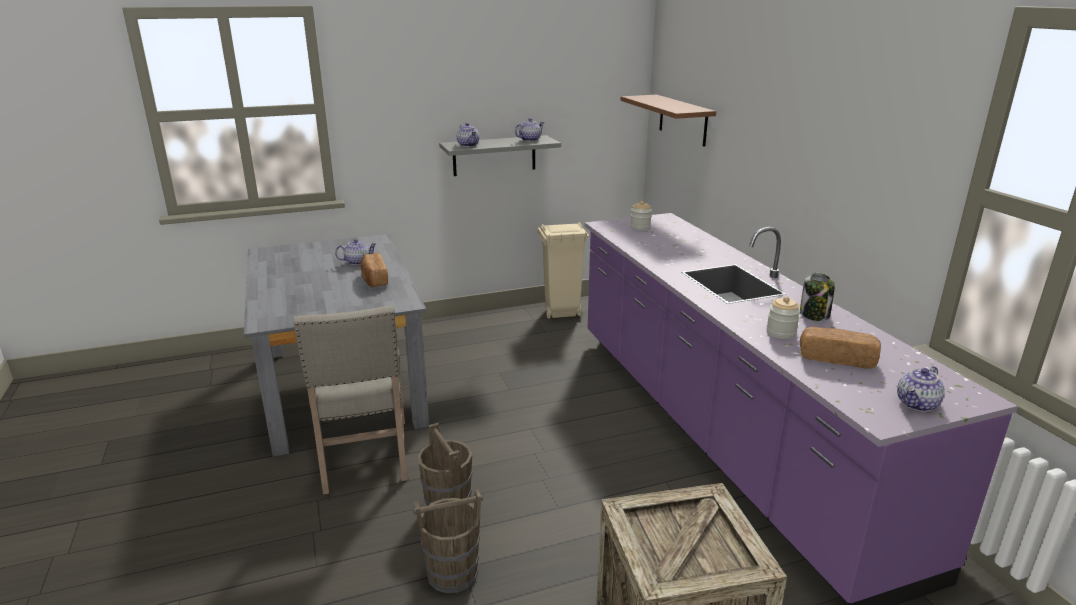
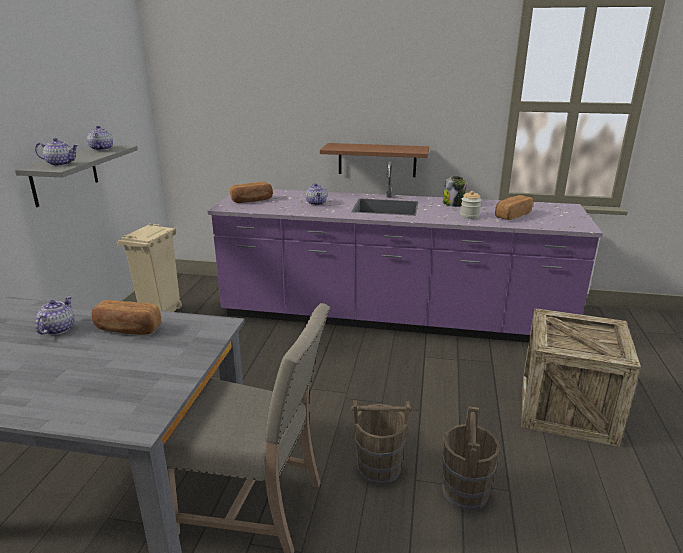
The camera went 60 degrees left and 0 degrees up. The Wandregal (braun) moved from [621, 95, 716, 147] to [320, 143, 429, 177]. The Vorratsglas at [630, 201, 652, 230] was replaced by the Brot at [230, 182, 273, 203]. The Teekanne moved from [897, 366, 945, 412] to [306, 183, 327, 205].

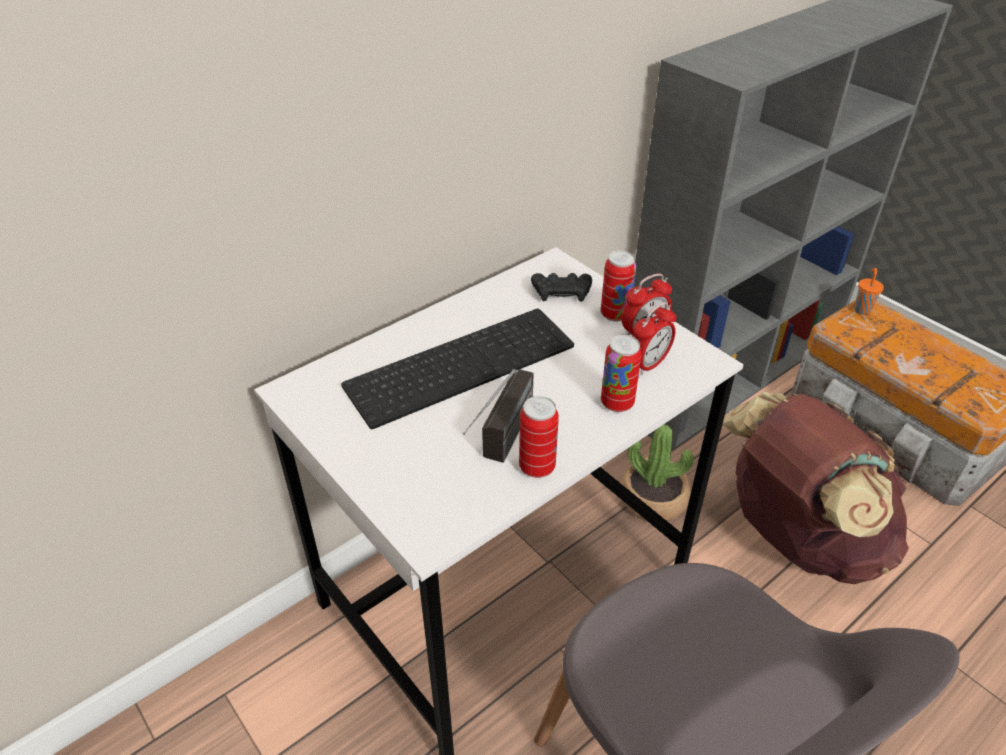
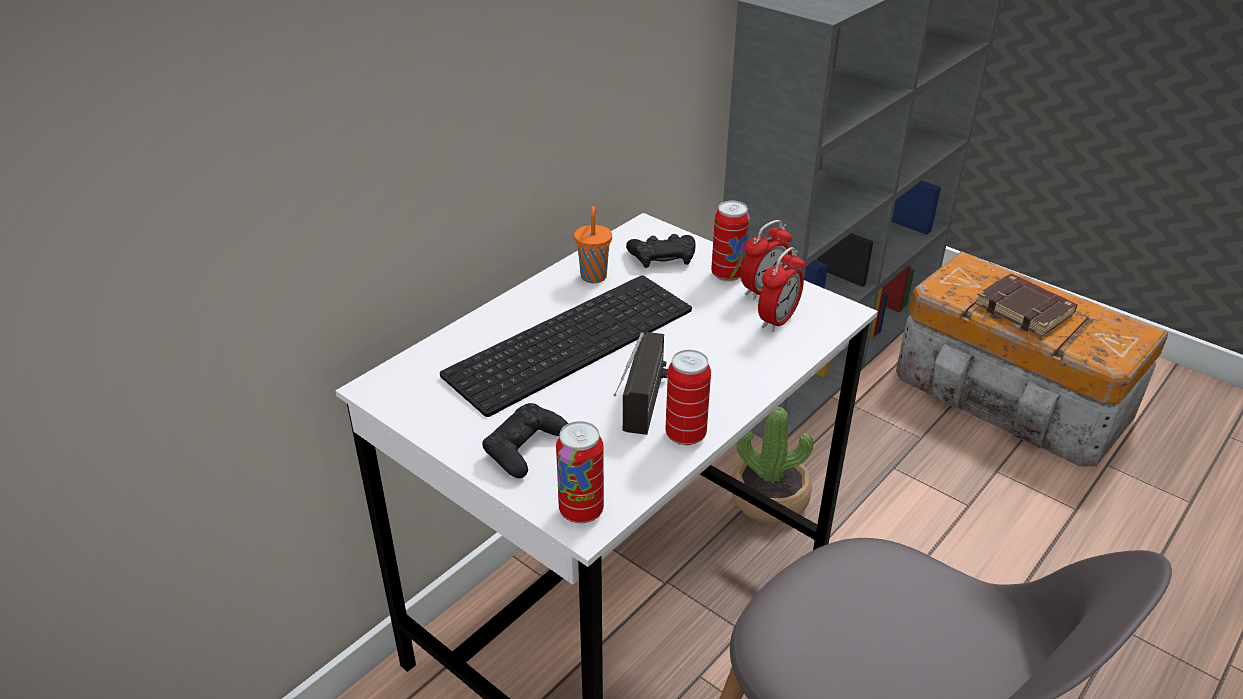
The camera went 10 degrees left and 5 degrees down. The Dose moved from [601, 335, 642, 412] to [556, 421, 604, 523]. The Rucksack (braun) at [723, 392, 909, 584] disappeared. The Tasse (orange) moved from [854, 268, 884, 315] to [574, 206, 612, 283]. The Gamepad (schwarz) at [482, 403, 568, 478] appeared. The Buch (braun) at [975, 274, 1077, 337] appeared.

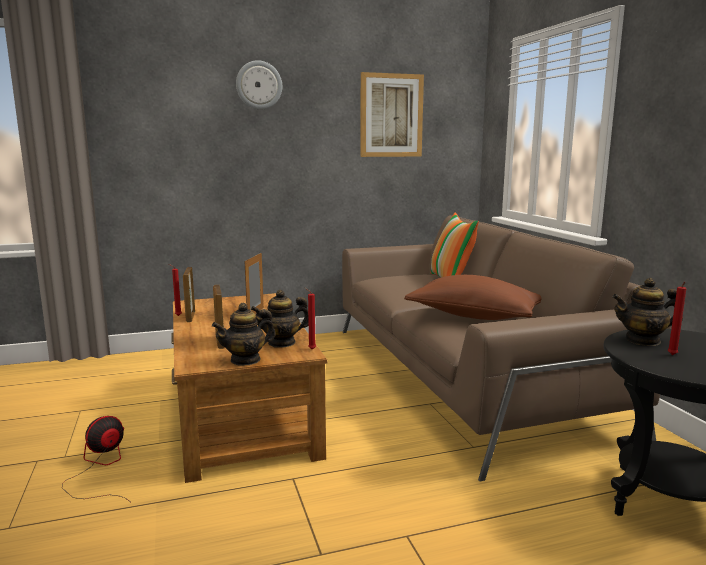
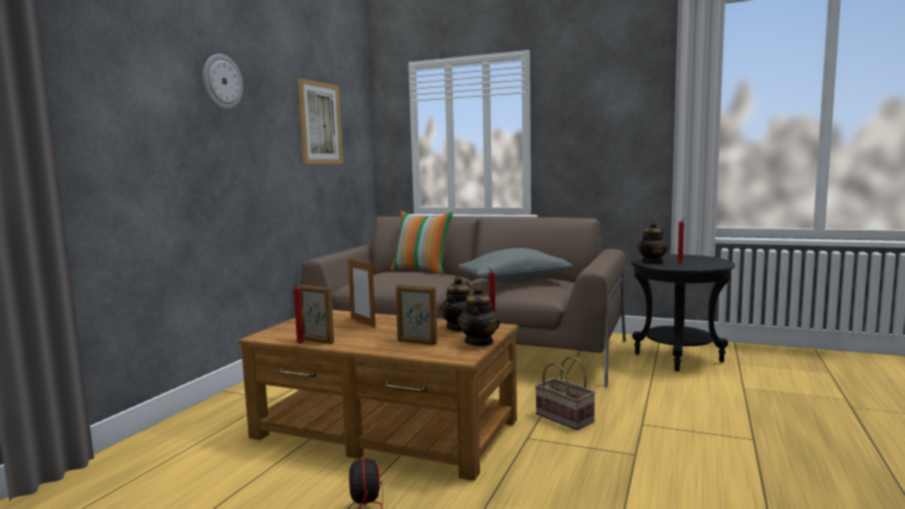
The camera went 50 degrees left and 5 degrees down. The Kissen (braun) at [404, 275, 541, 320] became the Kissen (grau) at [458, 248, 573, 283]. The Korb at [535, 356, 596, 430] appeared.

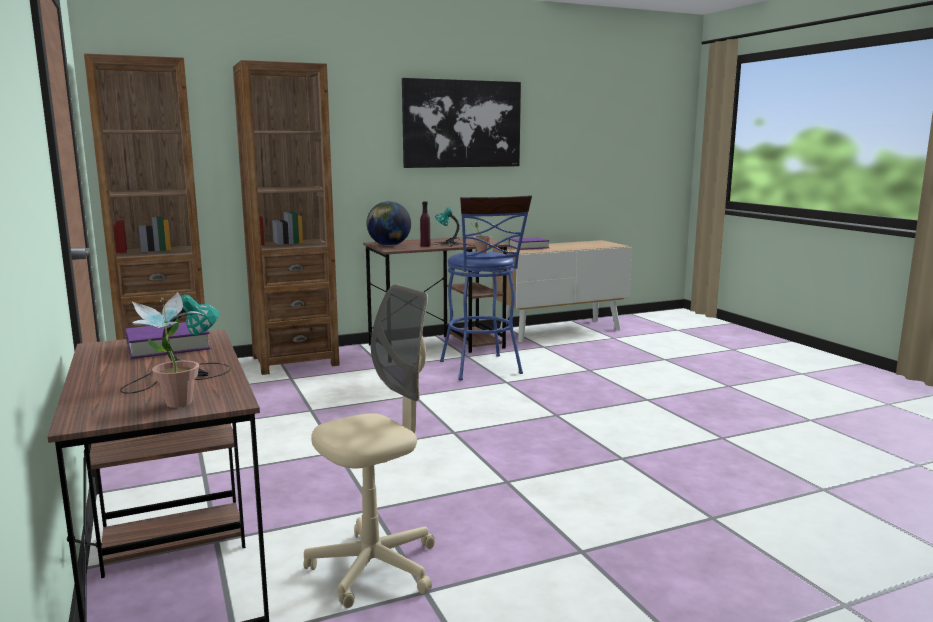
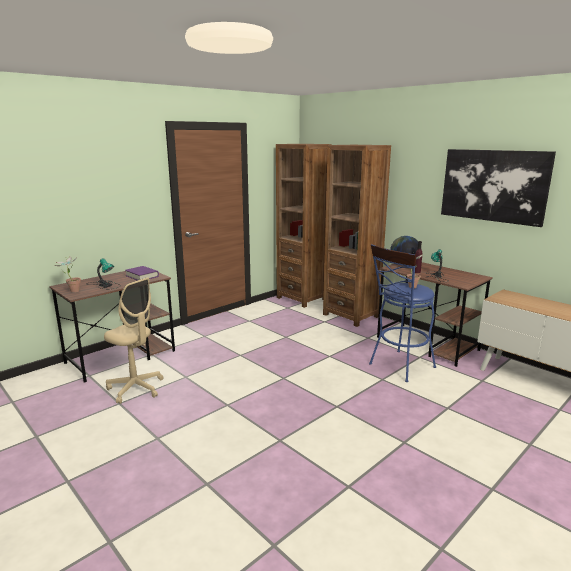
The camera went 70 degrees right and 5 degrees up. The Buch (lila) at [509, 237, 550, 250] disappeared.

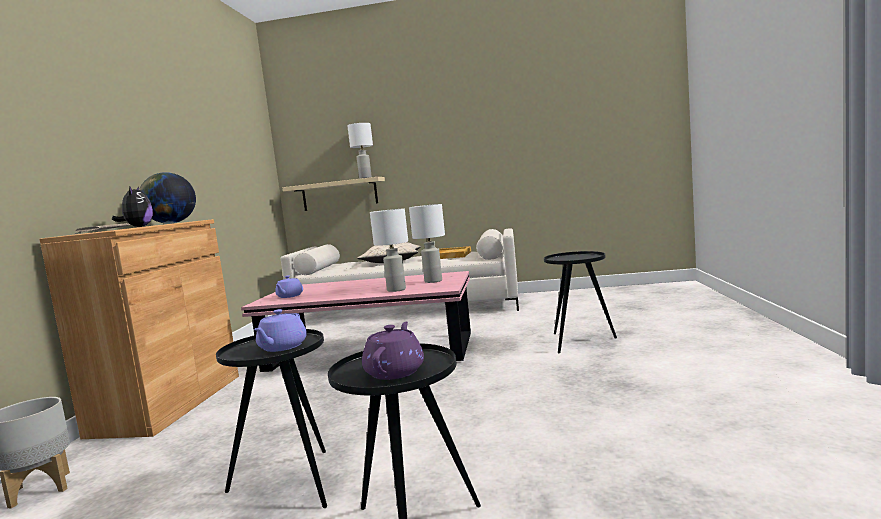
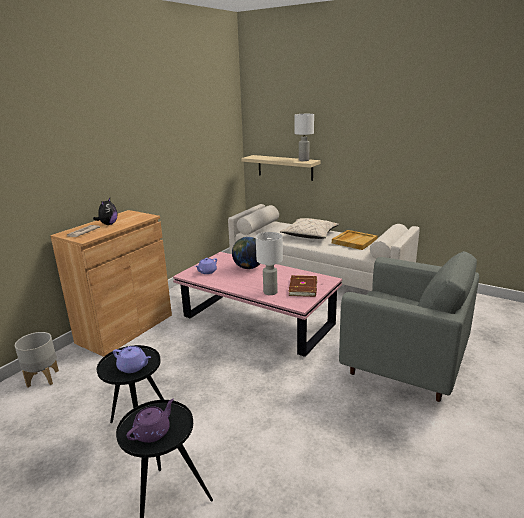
The camera went 25 degrees right and 15 degrees up. The Globus moved from [139, 172, 196, 224] to [232, 237, 260, 269]. The Teekanne (lila) at [254, 309, 307, 352] turned 105 degrees counterclockwise. The Tischlampe (weiß) at [409, 204, 445, 283] was replaced by the Buch (braun) at [289, 275, 317, 297]. The Beistelltisch (schwarz) at [544, 251, 617, 353] was replaced by the Sessel (grau) at [339, 251, 479, 402].

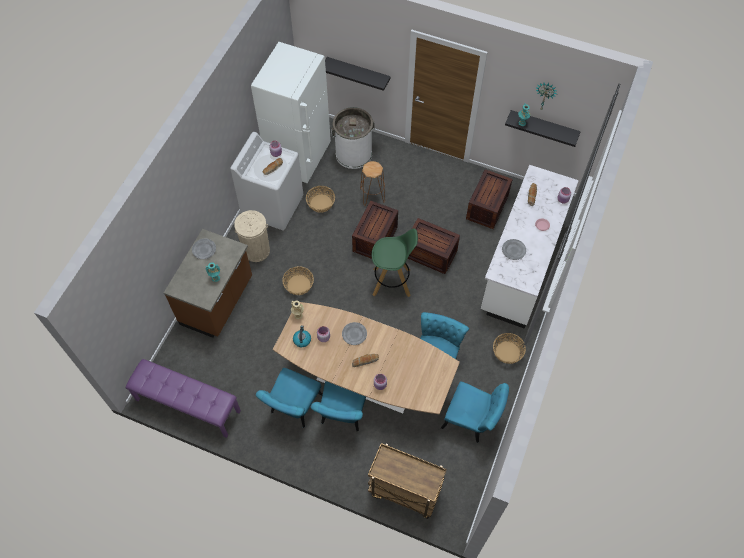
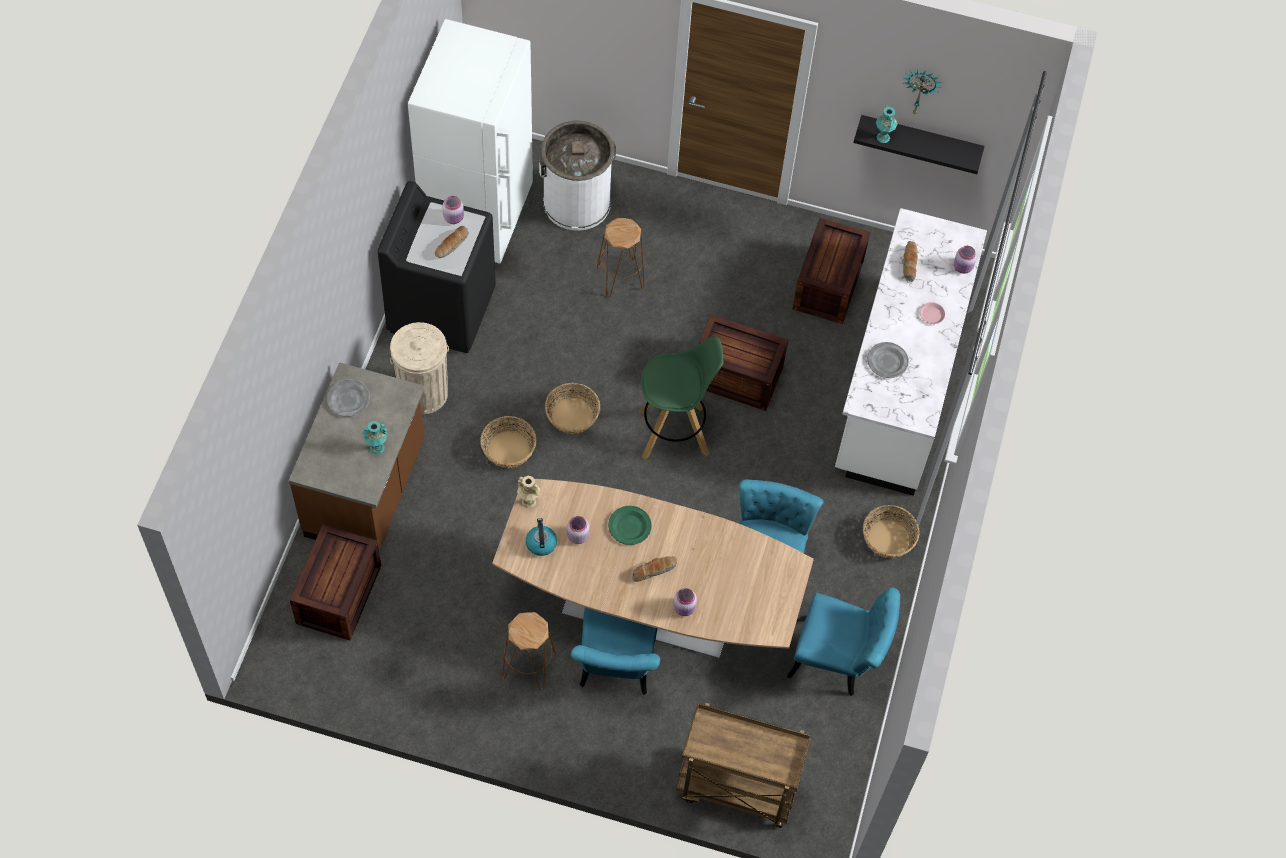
The camera went 10 degrees left and 0 degrees up. The Bank (lila) at [126, 359, 241, 438] disappeared. The Waschmaschine (weiß) at [230, 132, 303, 231] became the Waschmaschine (schwarz) at [377, 181, 496, 353]. The Stuhl (türkis) at [256, 368, 323, 428] was replaced by the Hocker (braun) at [502, 612, 556, 691]. The Korb moved from [306, 186, 335, 213] to [545, 383, 600, 434]. The Wandregal (schwarz) at [325, 57, 391, 91] disappeared. The Teller (grau) at [342, 322, 367, 345] became the Teller (grün) at [608, 506, 652, 545]. The Kiste moved from [352, 200, 398, 259] to [290, 524, 381, 640].

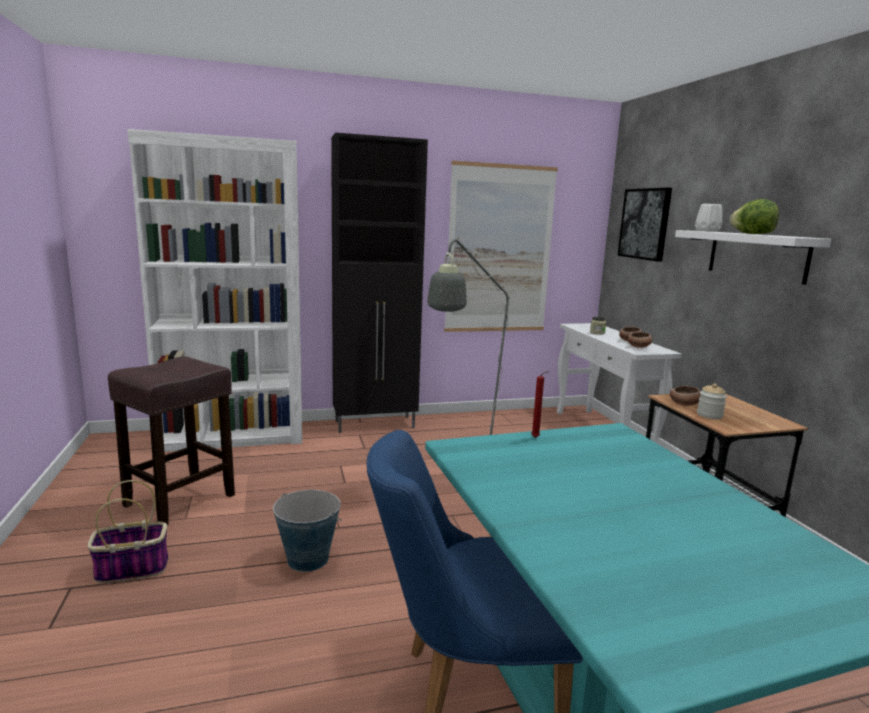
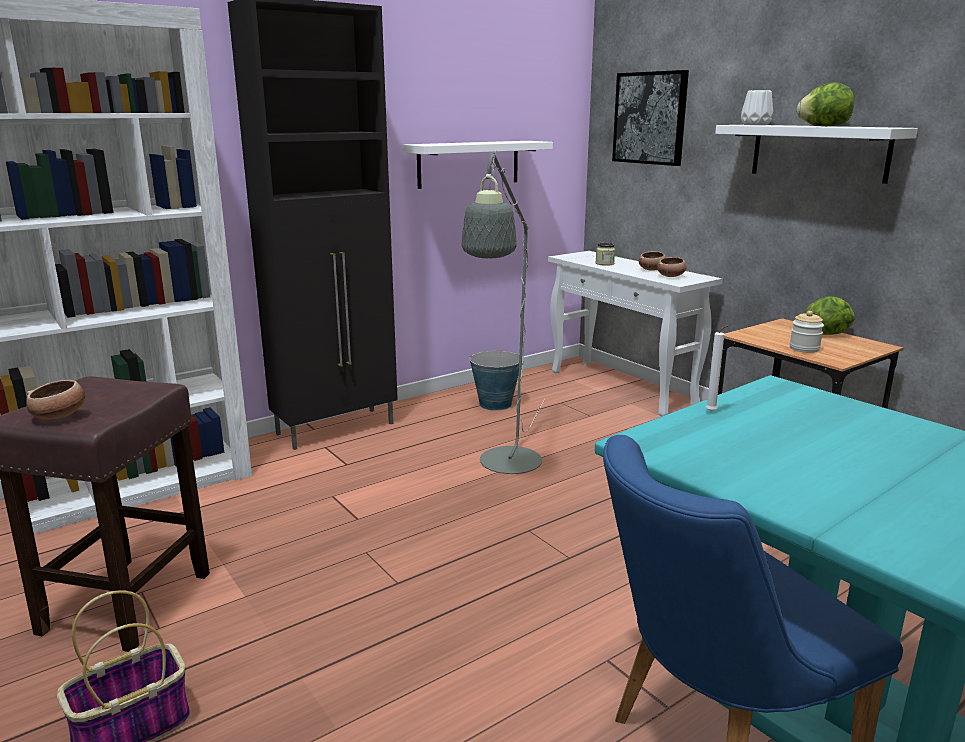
The camera went 20 degrees left and 5 degrees up. The Eimer moved from [273, 490, 342, 572] to [470, 351, 519, 411]. The Bild at [444, 161, 558, 332] was replaced by the Wandregal (weiß) at [402, 141, 553, 189]. The Kerze (rot) at [531, 371, 549, 438] became the Kerze (weiß) at [706, 324, 731, 412]. The Schüssel moved from [670, 386, 701, 406] to [26, 380, 86, 420]. The Salatkopf at [805, 296, 855, 335] appeared.

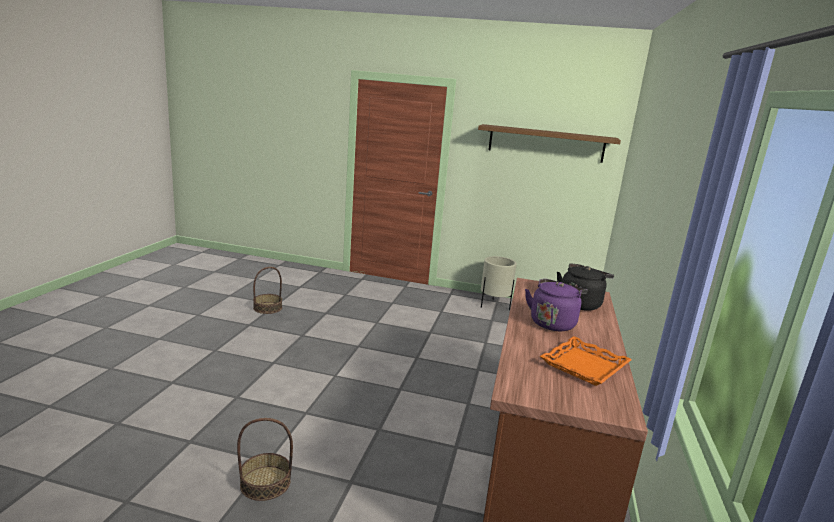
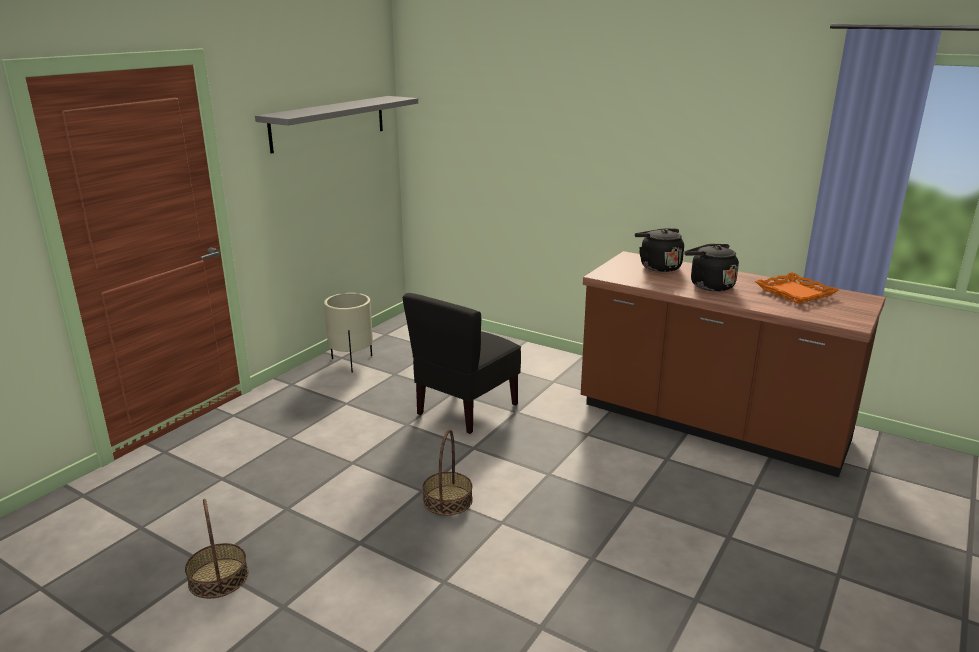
The camera went 70 degrees left and 5 degrees up. The Korb moved from [237, 418, 293, 501] to [422, 430, 473, 516]. The Wandregal (braun) at [478, 124, 621, 163] became the Wandregal (grau) at [255, 96, 418, 154]. The Wasserkessel (lila) at [525, 279, 587, 331] became the Wasserkessel (schwarz) at [685, 244, 739, 292]. The Stuhl (schwarz) at [403, 293, 521, 434] appeared.

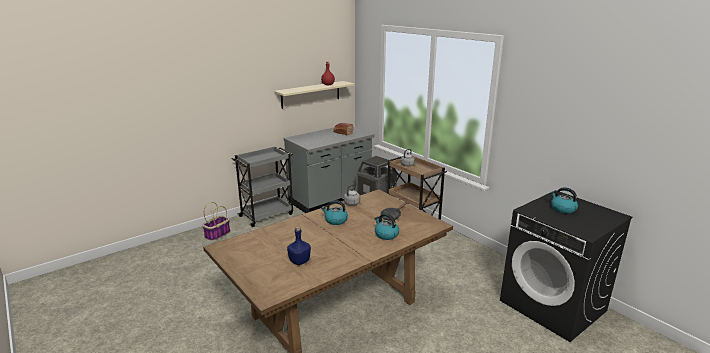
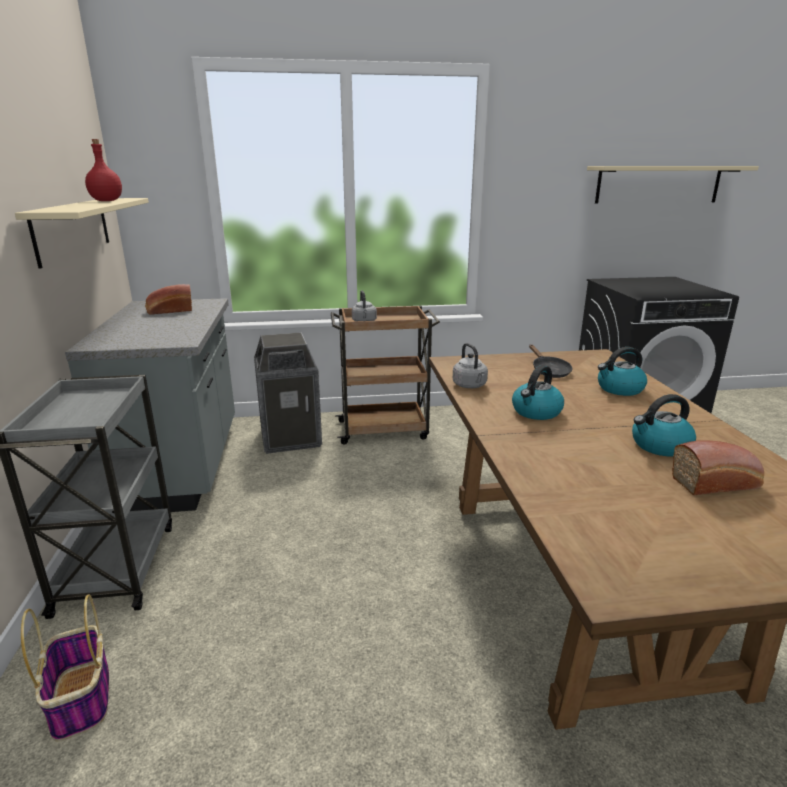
The camera went 60 degrees left and 0 degrees up. The Flasche (blau) at [287, 226, 311, 265] was replaced by the Brot at [672, 440, 764, 495]. The Wasserkessel moved from [550, 187, 578, 214] to [632, 394, 696, 457]. The Wandregal (beige) at [587, 166, 759, 203] appeared.

